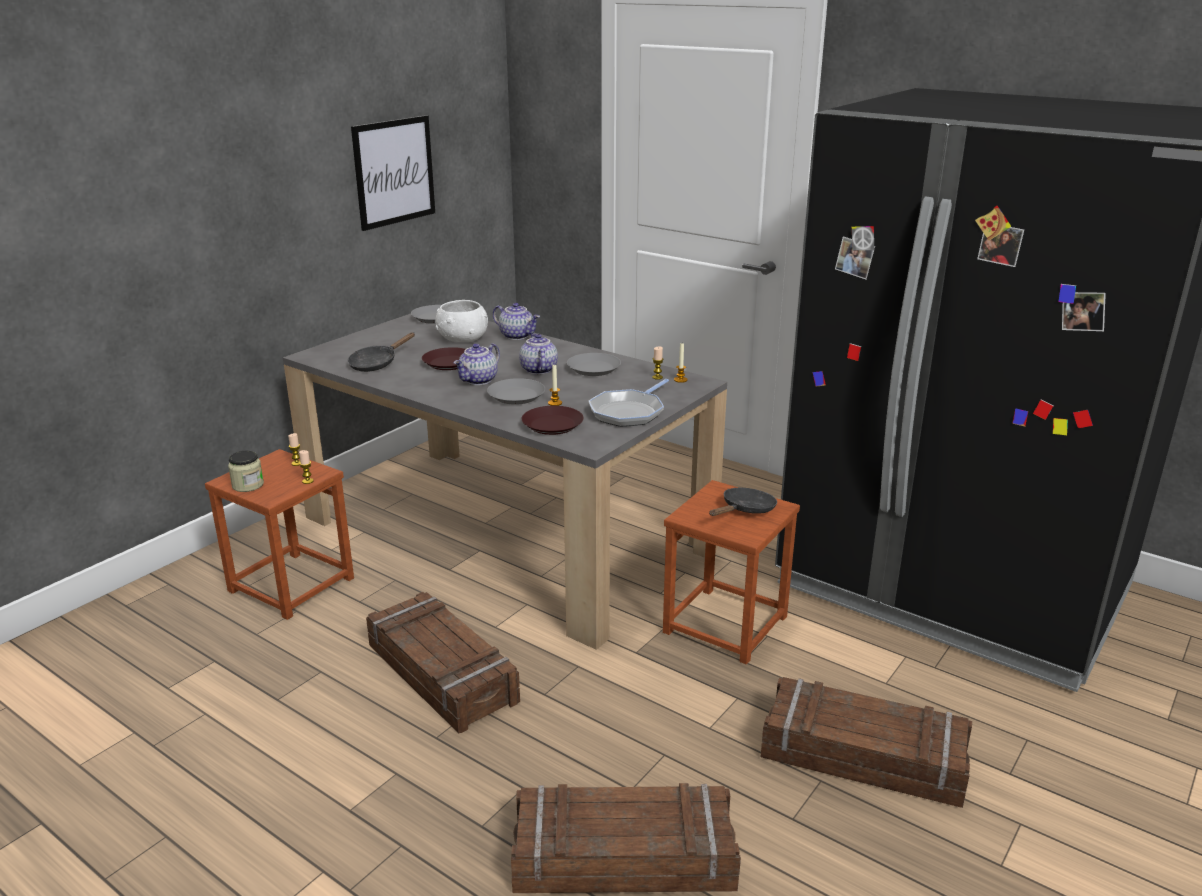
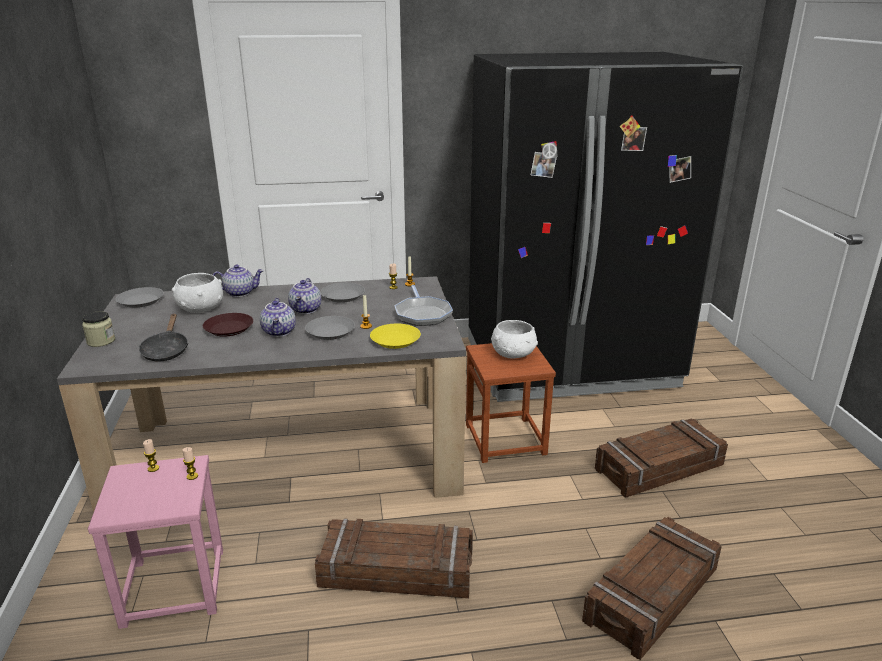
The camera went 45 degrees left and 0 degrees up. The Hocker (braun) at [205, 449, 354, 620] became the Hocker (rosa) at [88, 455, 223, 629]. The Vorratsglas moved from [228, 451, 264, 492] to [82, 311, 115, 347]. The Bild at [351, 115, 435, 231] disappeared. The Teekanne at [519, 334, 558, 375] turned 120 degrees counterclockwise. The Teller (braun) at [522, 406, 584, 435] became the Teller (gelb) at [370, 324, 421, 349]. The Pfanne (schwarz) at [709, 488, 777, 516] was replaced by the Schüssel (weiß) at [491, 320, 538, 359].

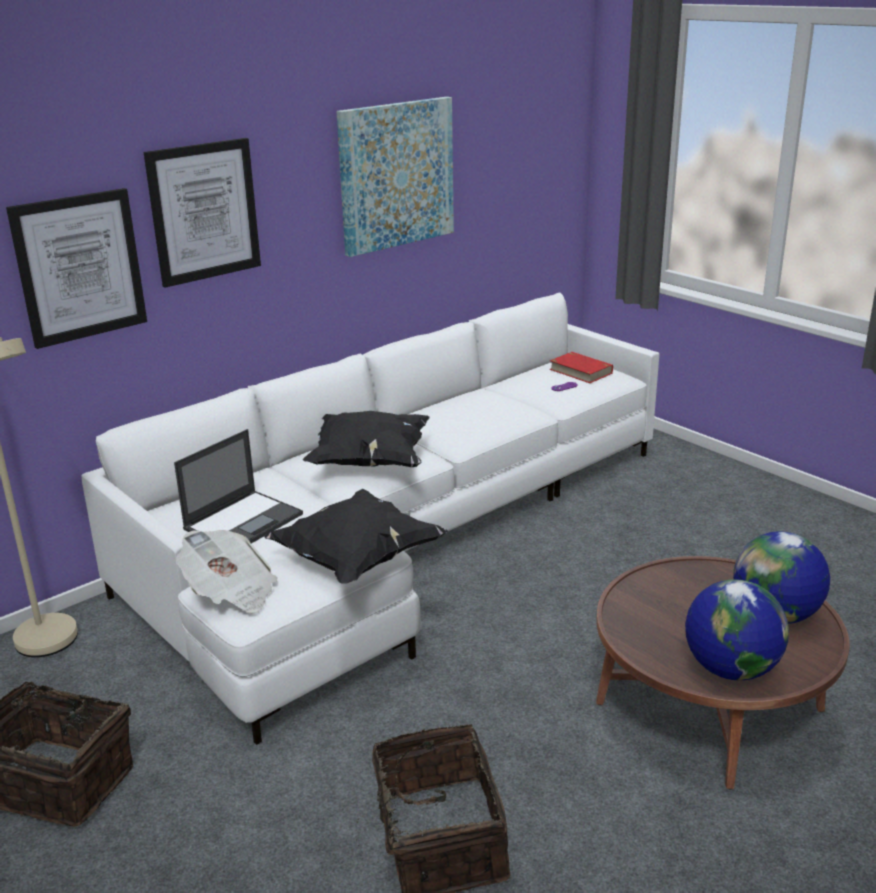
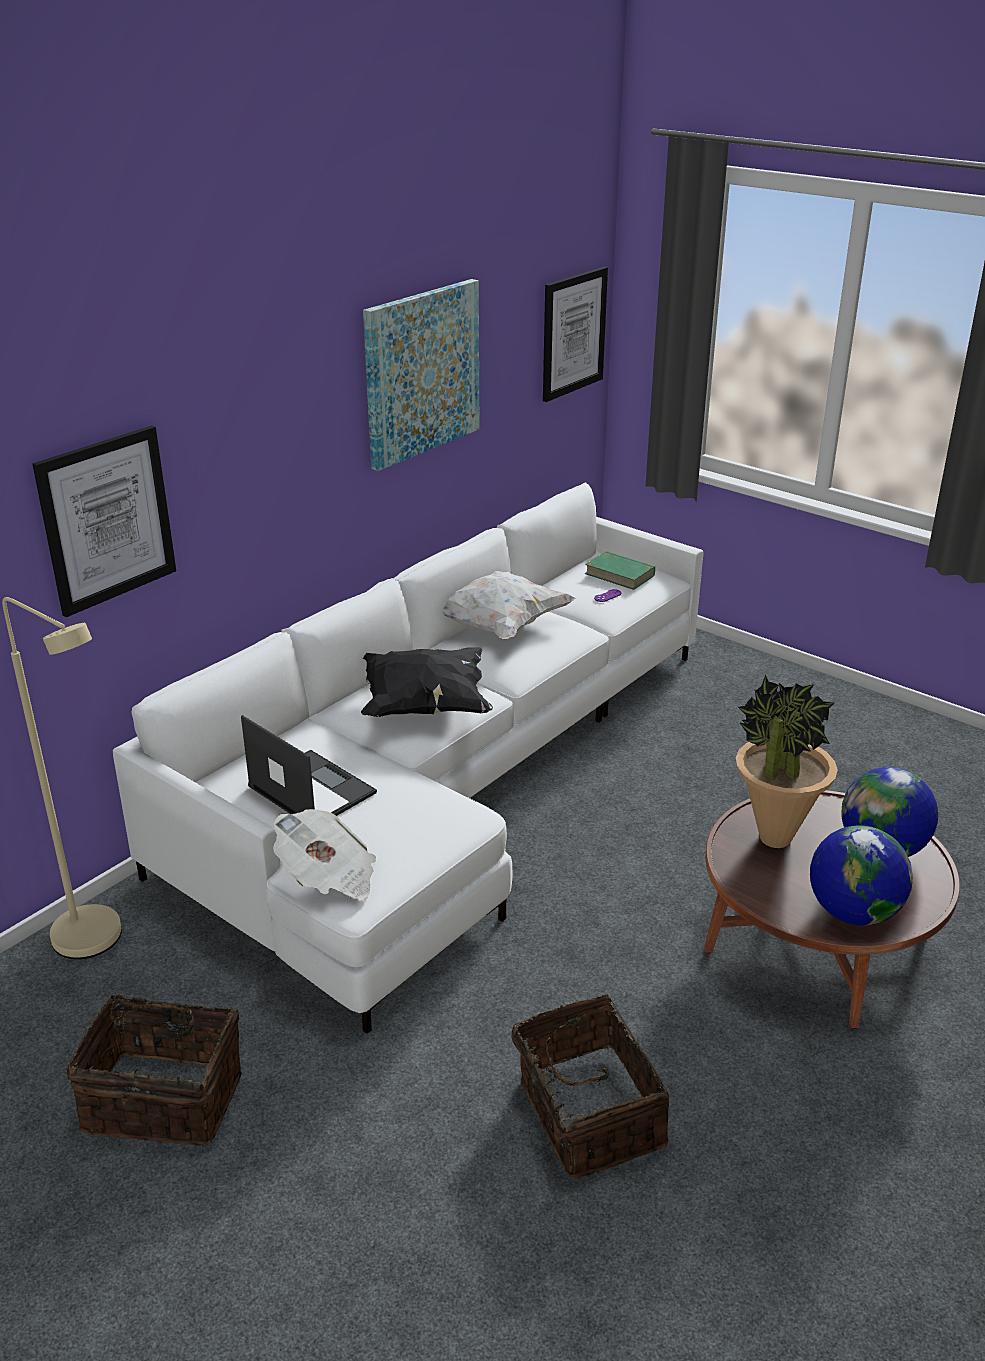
The camera went 10 degrees left and 5 degrees up. The Bild moved from [144, 138, 261, 288] to [543, 267, 608, 402]. The Laptop at [174, 429, 303, 543] turned 75 degrees counterclockwise. The Kissen (schwarz) at [264, 489, 448, 584] disappeared. The Buch (rot) at [549, 352, 613, 383] became the Buch (grün) at [585, 551, 655, 590]. The Kissen (weiß) at [443, 571, 576, 640] appeared. The Topfpflanze at [736, 675, 838, 848] appeared.

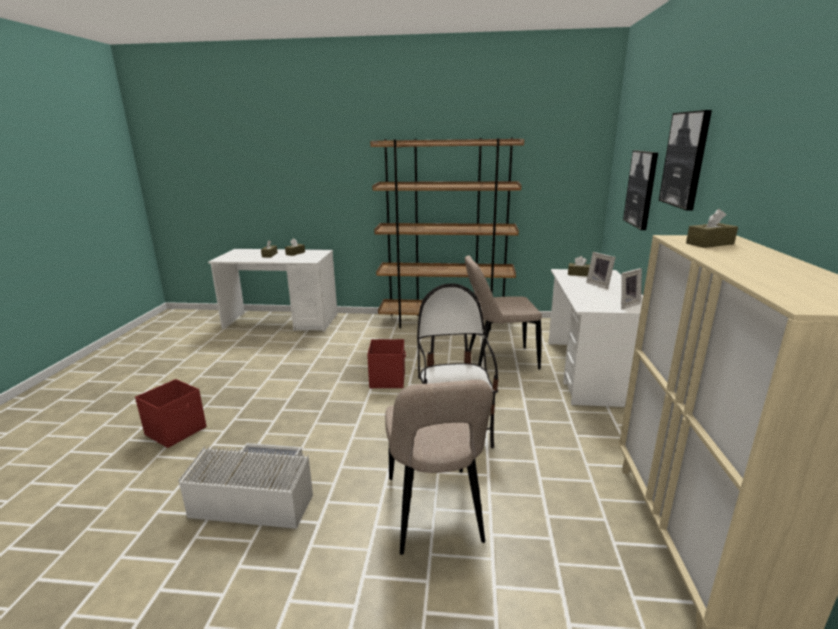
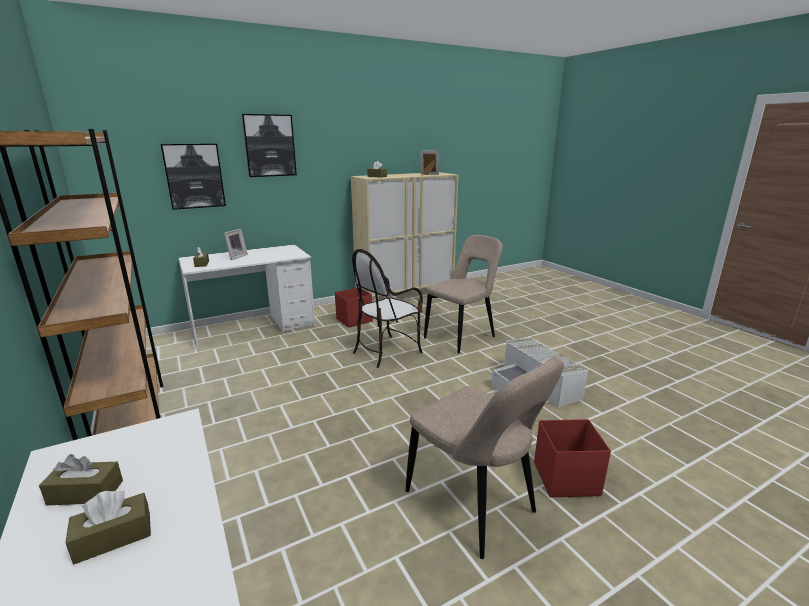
The camera went 125 degrees left and 0 degrees up. The Aufbewahrungsbox (rot) moved from [367, 339, 406, 388] to [335, 287, 373, 328]. The Stuhl (beige) moved from [465, 255, 542, 370] to [406, 357, 564, 559]. The Bilderrahmen moved from [621, 268, 642, 309] to [420, 150, 439, 175].

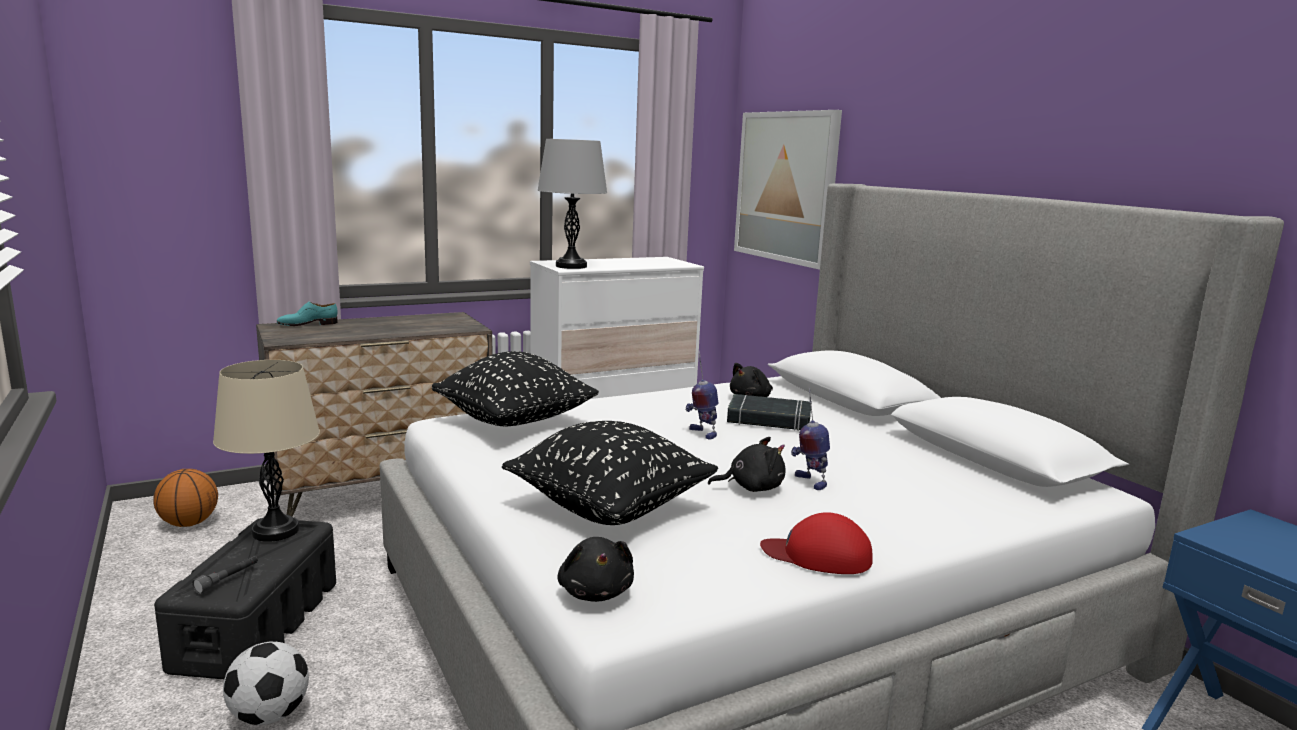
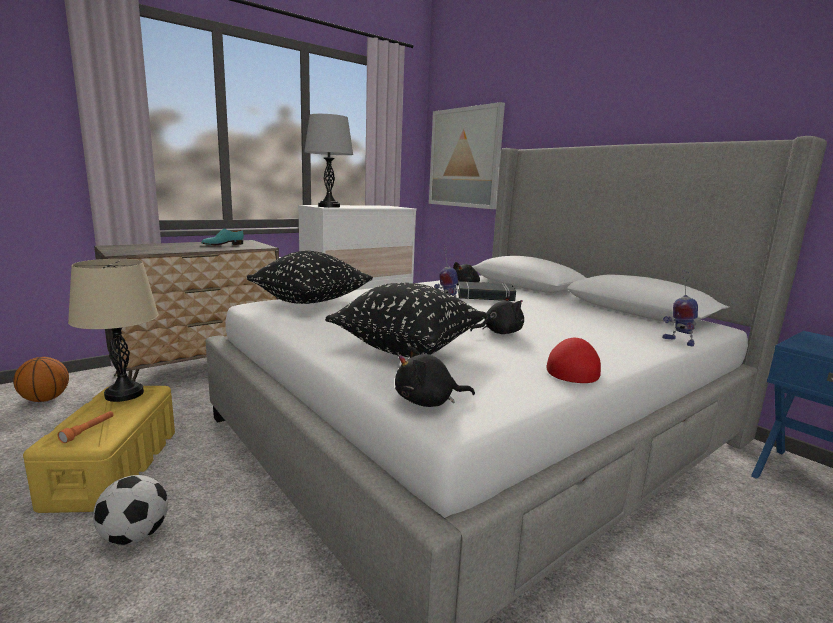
The camera went 10 degrees left and 0 degrees up. The Aufbewahrungsbox (schwarz) at [154, 518, 336, 679] became the Aufbewahrungsbox (gelb) at [23, 386, 175, 513]. The Taschenlampe (grau) at [192, 556, 258, 594] became the Taschenlampe (orange) at [58, 411, 113, 443]. The Schuh (türkis) moved from [276, 301, 338, 326] to [201, 228, 244, 245]. The Plüschtier (schwarz) at [557, 537, 634, 602] turned 105 degrees clockwise. The Kappe (rot) at [760, 512, 873, 574] turned 105 degrees clockwise. The Spielzeugroboter moved from [791, 387, 830, 490] to [662, 270, 698, 346].

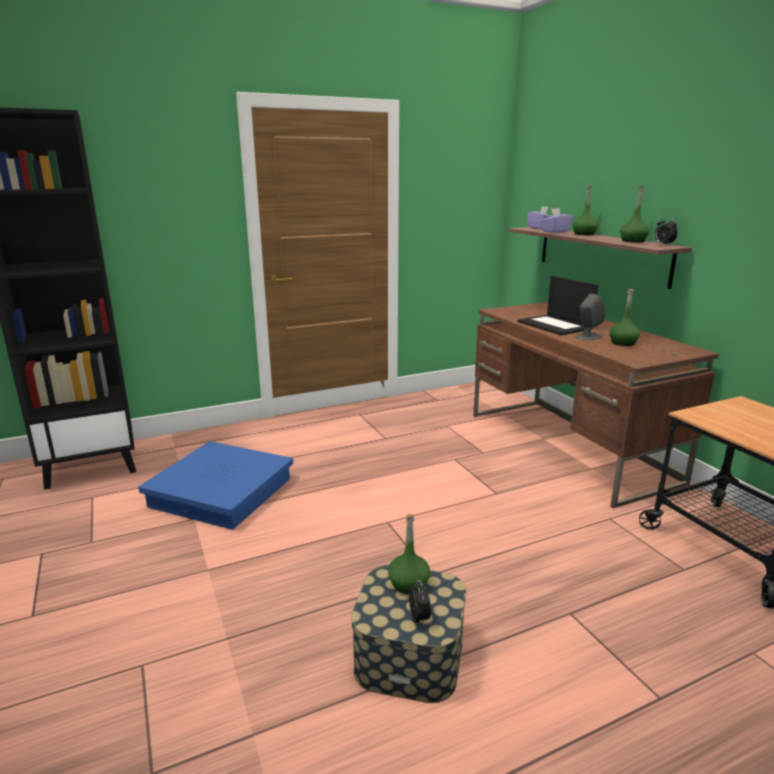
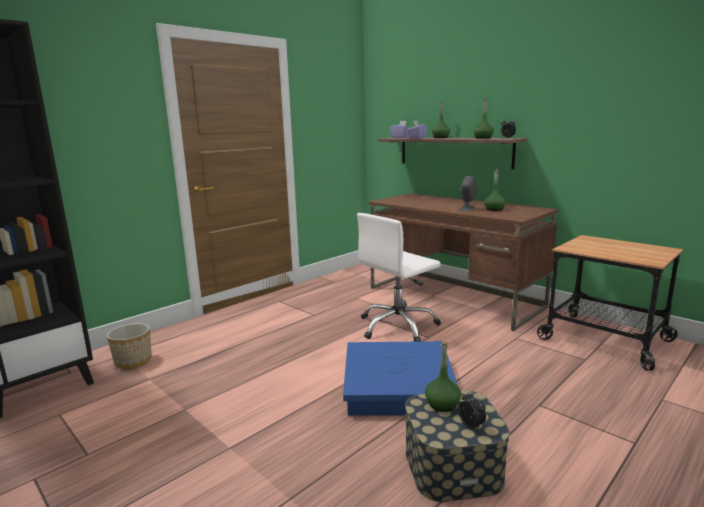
The camera went 20 degrees left and 5 degrees down. The Aufbewahrungsbox (blau) moved from [138, 441, 293, 530] to [343, 341, 458, 416]. The Laptop at [517, 276, 598, 335] disappeared. The Pflanzkübel at [107, 323, 152, 369] appeared. The Bürostuhl (weiß) at [357, 213, 441, 342] appeared.

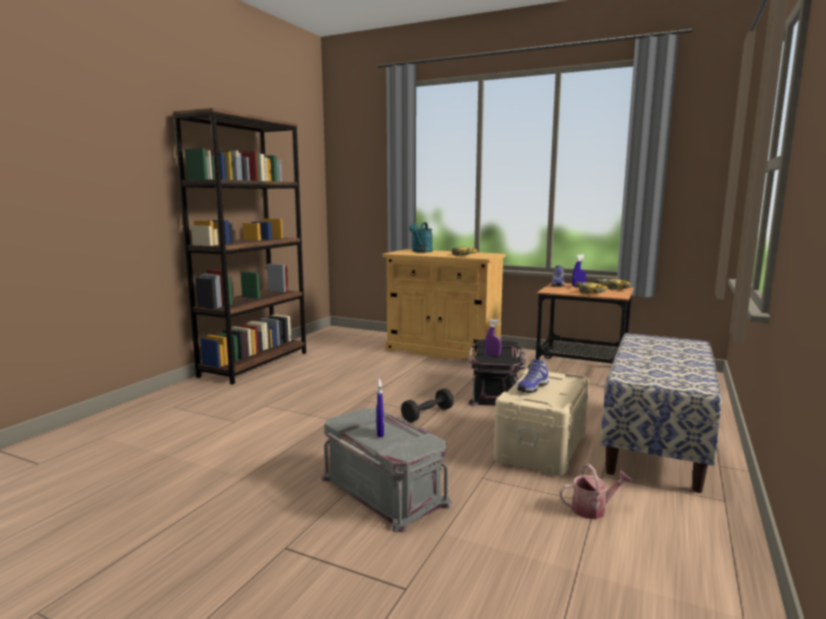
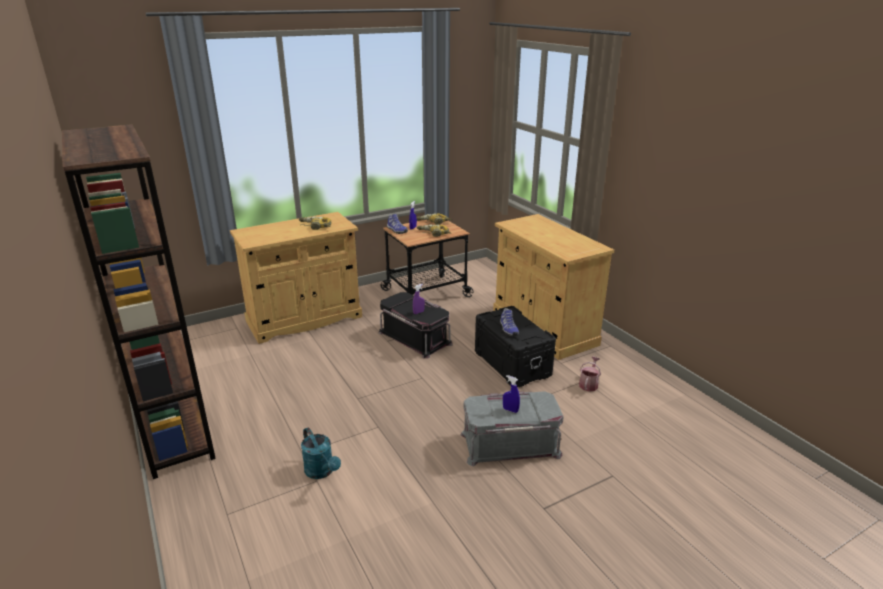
The camera went 55 degrees left and 15 degrees up. The Hantel (schwarz) at [401, 388, 454, 423] disappeared. The Gießkanne (türkis) moved from [409, 222, 433, 253] to [301, 428, 341, 479]. The Aufbewahrungsbox (beige) at [494, 368, 589, 476] became the Aufbewahrungsbox (schwarz) at [475, 306, 556, 387]. The Bank at [600, 333, 722, 493] was replaced by the Schrank (beige) at [493, 214, 614, 360].

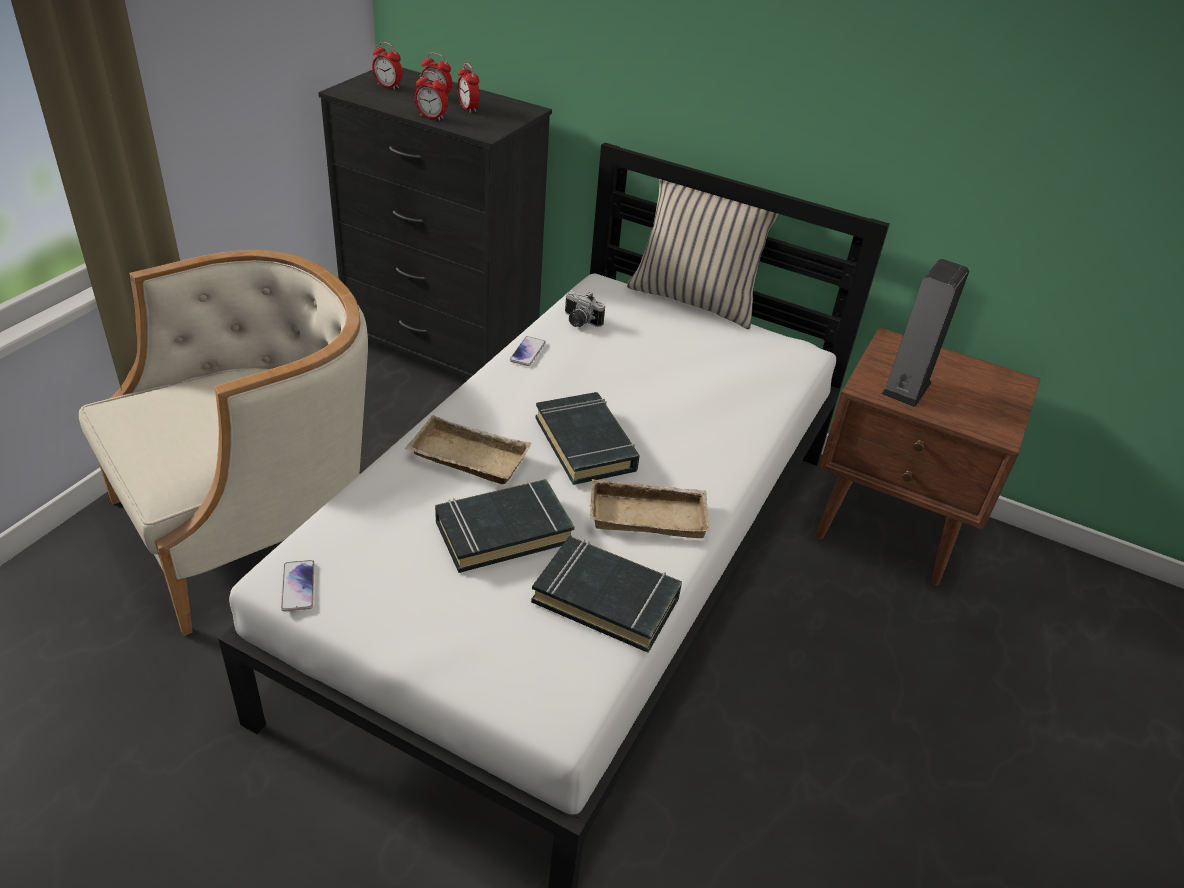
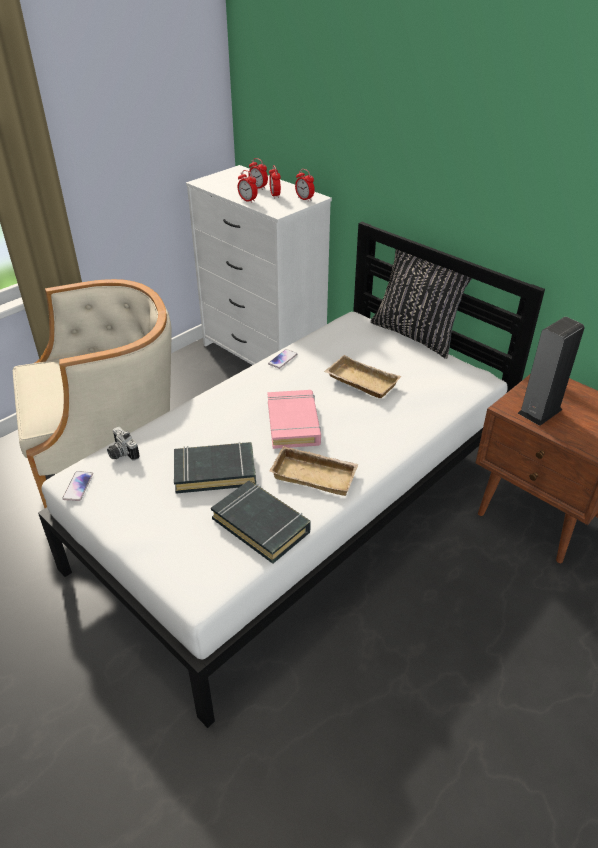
The camera went 20 degrees right and 0 degrees up. The Kommode (schwarz) at [318, 68, 552, 378] became the Kommode (weiß) at [186, 165, 332, 365]. The Wecker moved from [372, 42, 403, 90] to [295, 169, 315, 202]. The Tablett (beige) moved from [405, 415, 532, 484] to [324, 355, 401, 398]. The Buch (schwarz) at [536, 392, 640, 485] became the Buch (rosa) at [267, 390, 321, 449]. The Kamera moved from [565, 291, 605, 327] to [107, 427, 140, 460]. The Kissen (beige) at [627, 179, 779, 329] became the Kissen (schwarz) at [371, 249, 472, 359].

